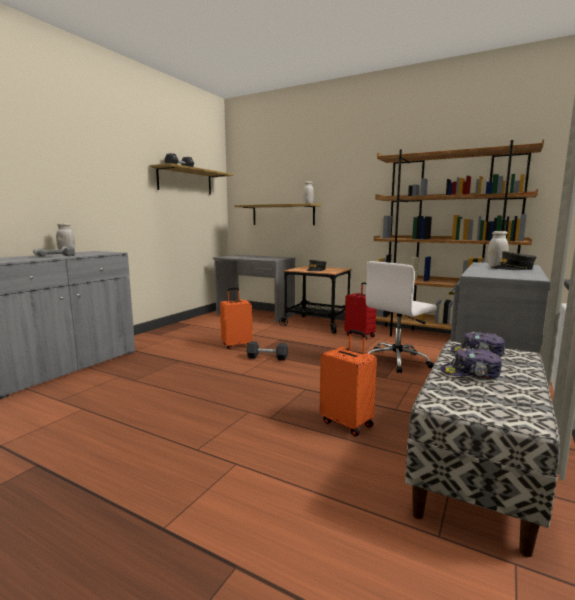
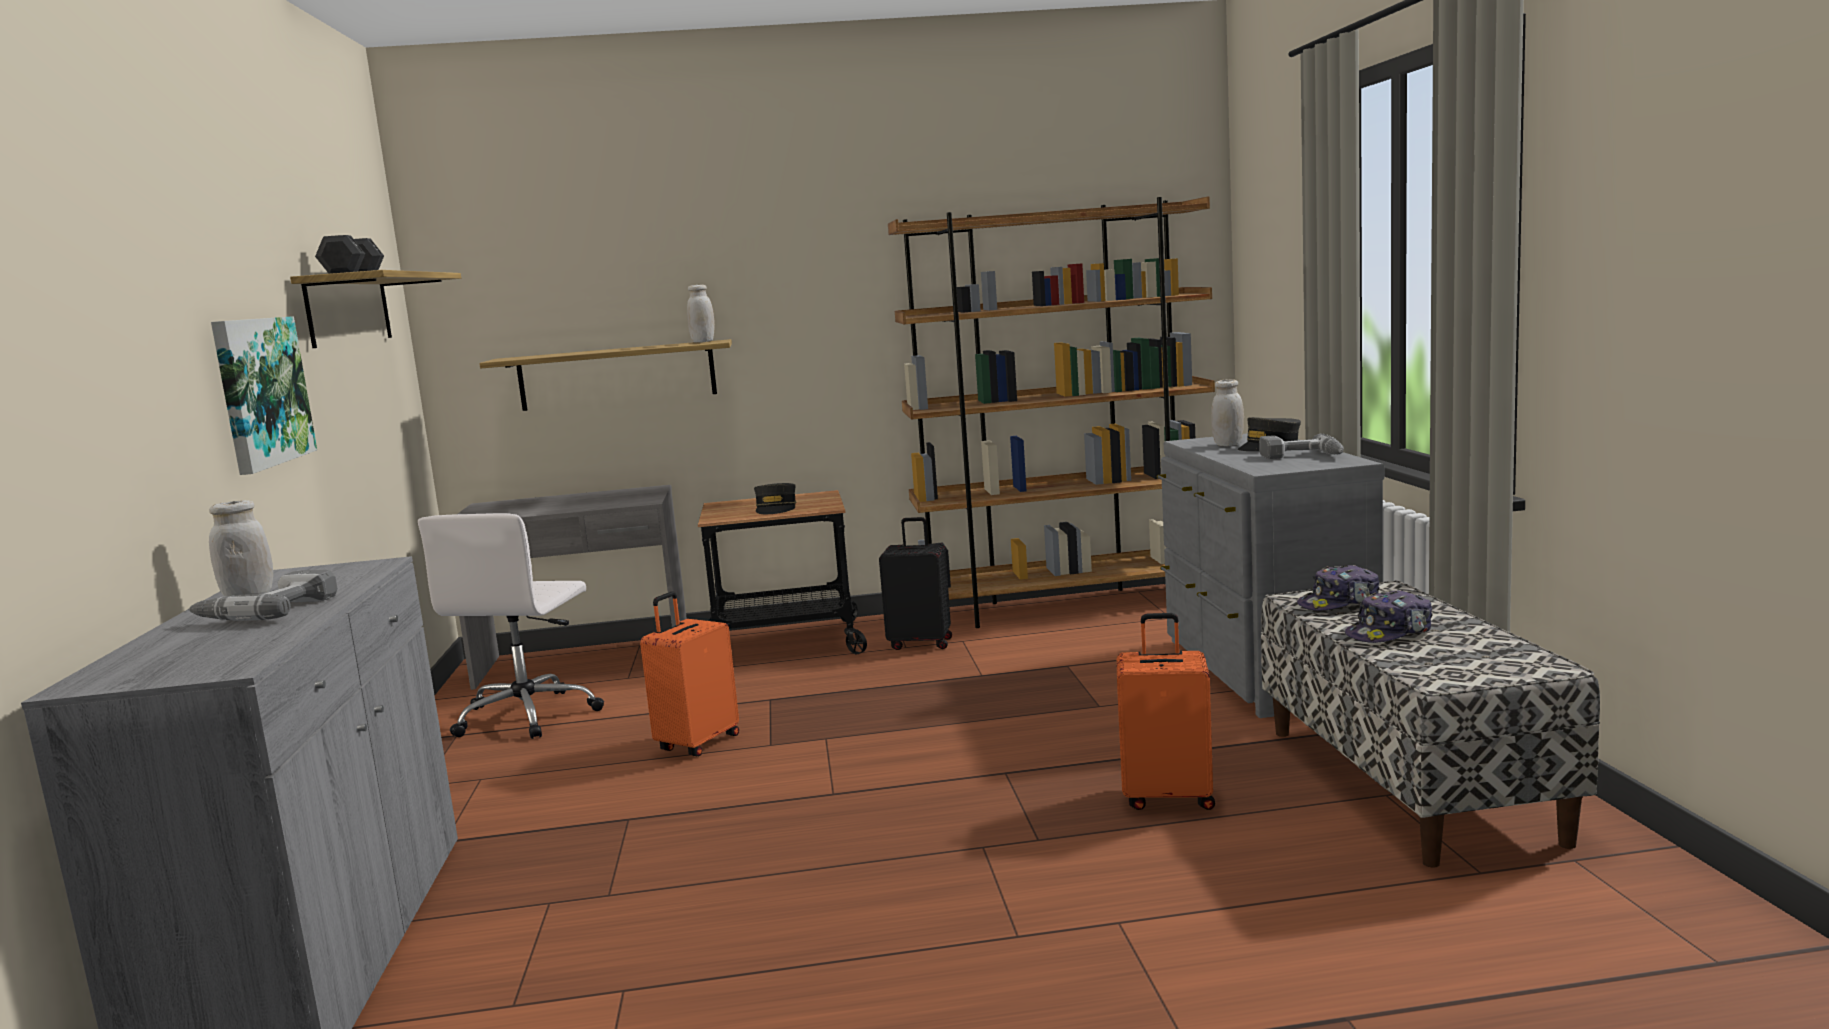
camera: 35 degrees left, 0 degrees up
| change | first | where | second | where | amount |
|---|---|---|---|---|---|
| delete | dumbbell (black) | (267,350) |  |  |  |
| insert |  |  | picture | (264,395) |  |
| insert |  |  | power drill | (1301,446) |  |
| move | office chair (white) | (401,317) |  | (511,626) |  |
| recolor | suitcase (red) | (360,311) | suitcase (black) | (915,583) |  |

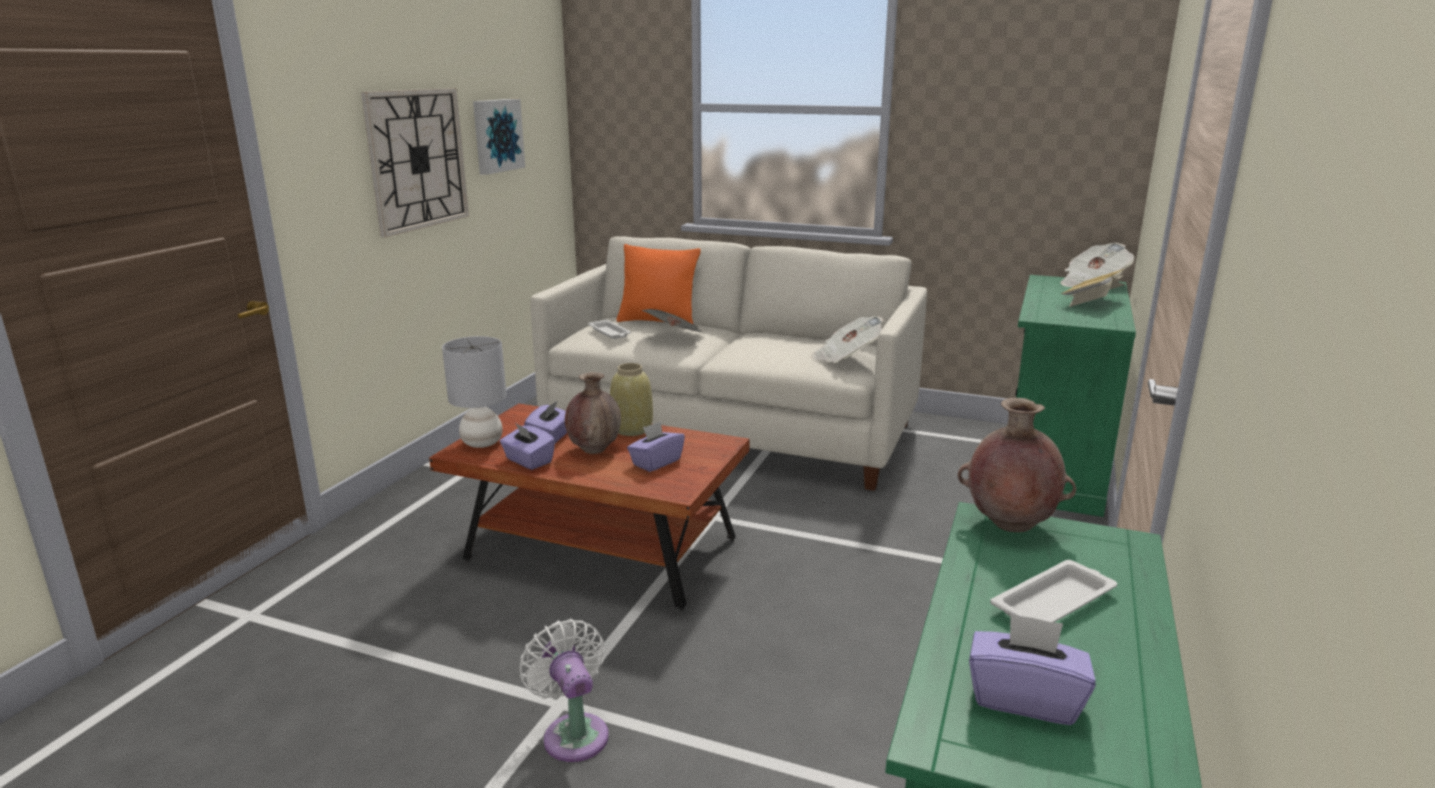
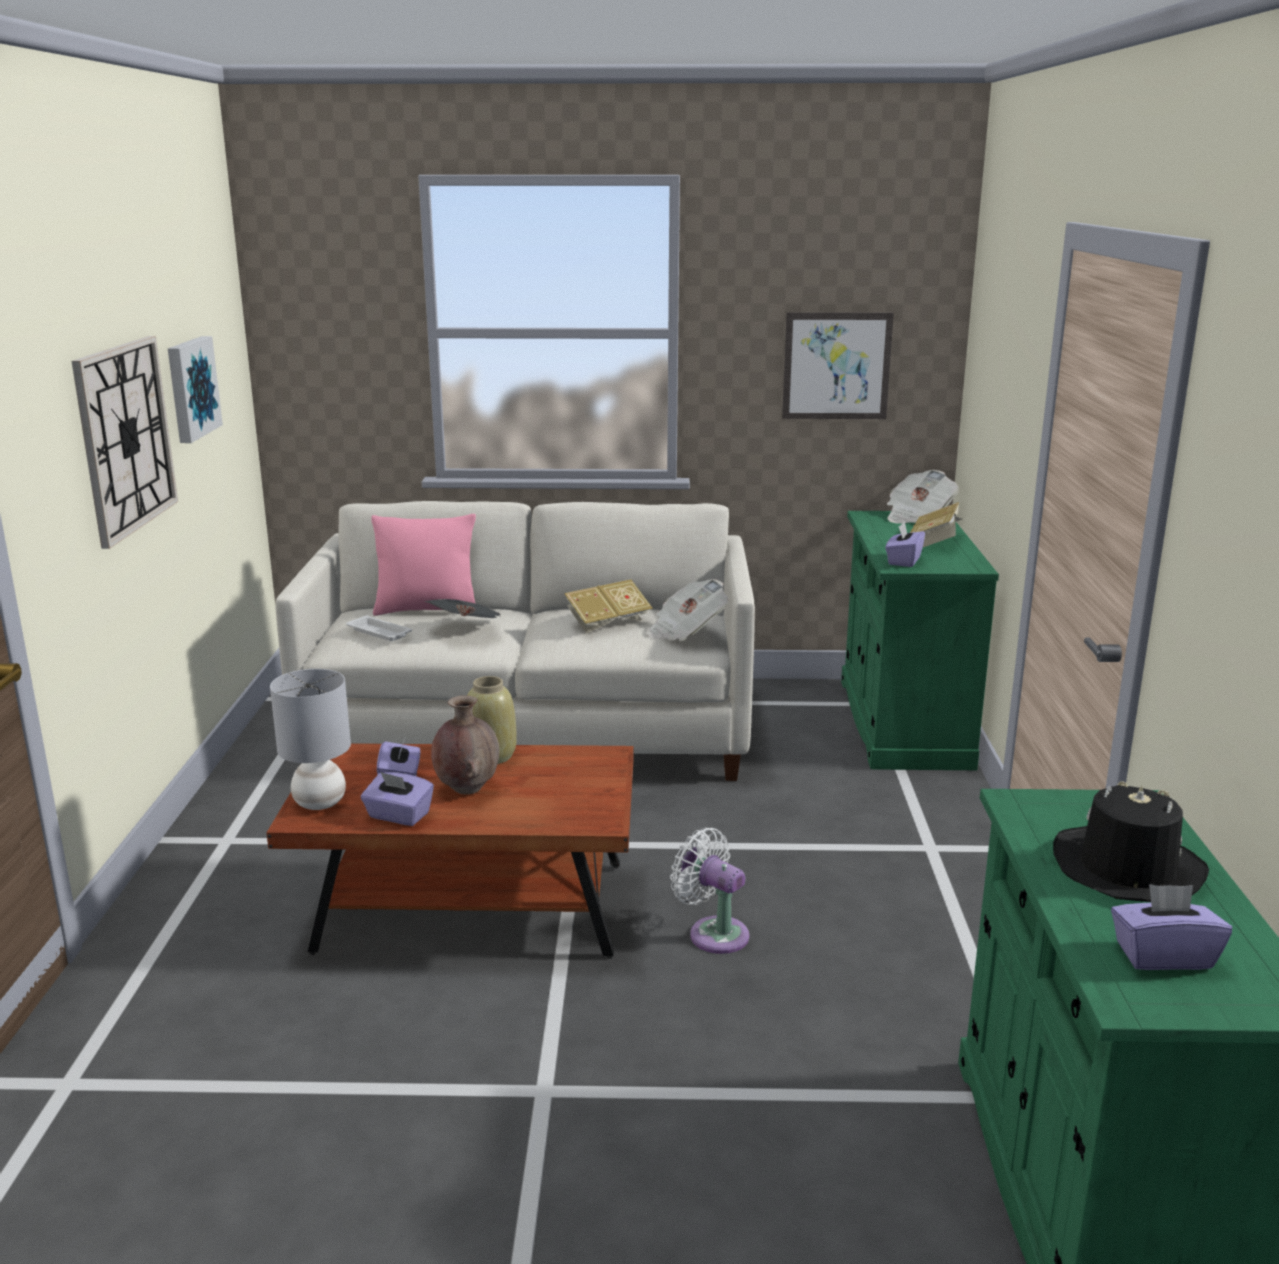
camera: 20 degrees left, 0 degrees up
| change | first | where | second | where | amount |
|---|---|---|---|---|---|
| delete | vase (brown) | (1017,465) |  |  |  |
| insert |  |  | book | (608,606) |  |
| insert |  |  | picture | (838,365) |  |
| move | fan (white) | (564,690) |  | (709,891) |  |
| move | tissue box (purple) | (656,446) |  | (905,544) |  |
| replace | tray (white) | (1053,591) | hat (black) | (1131,841) |  |
| recolor | pillow (orange) | (659,284) | pillow (pink) | (423,565) |  |

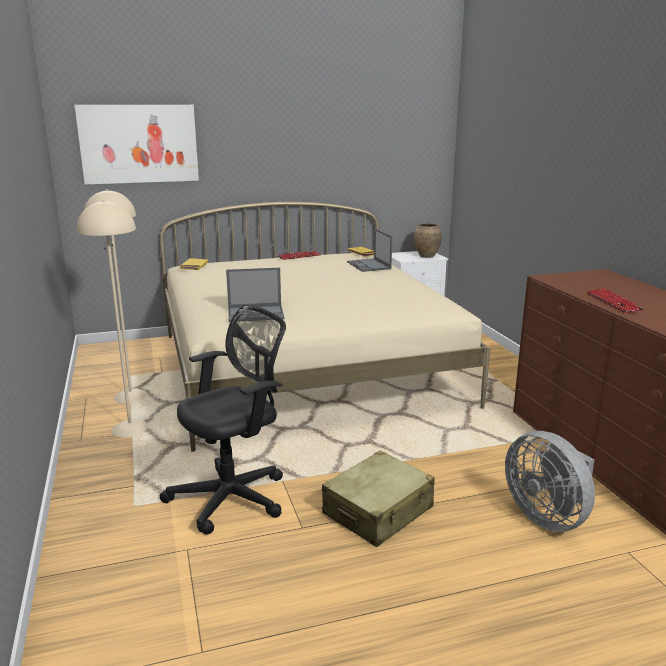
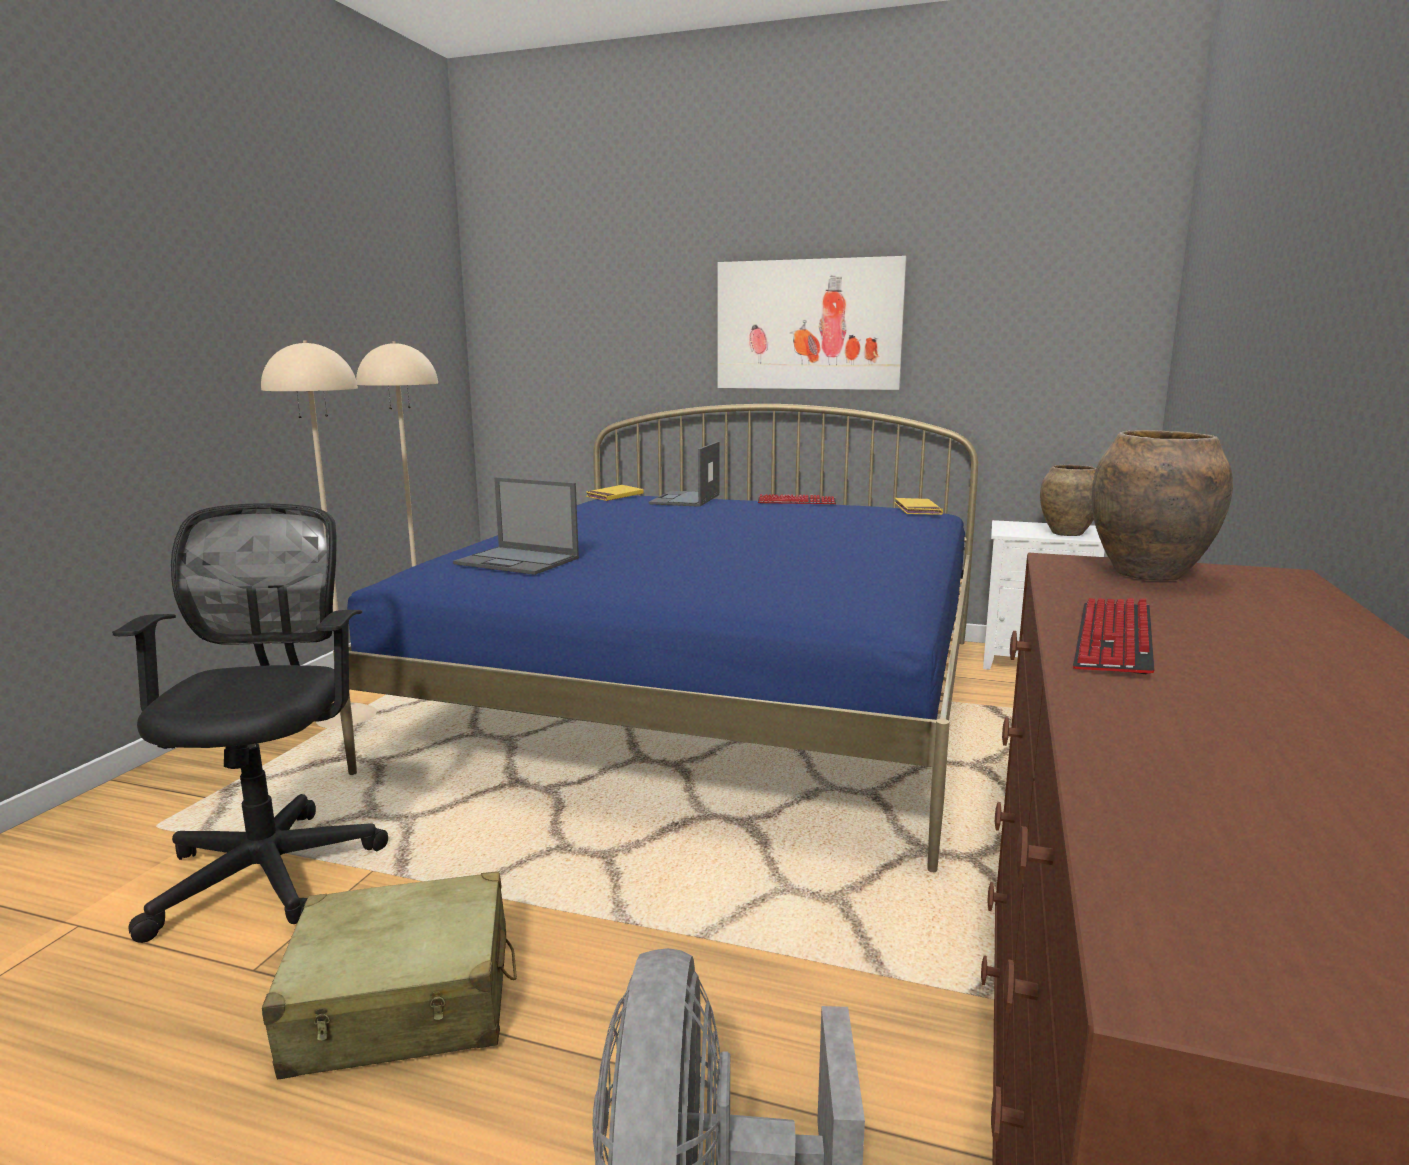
camera: 35 degrees right, 5 degrees down
| change | first | where | second | where | amount |
|---|---|---|---|---|---|
| insert |  |  | vase (brown) | (1162,505) |  |
| move | picture | (137,144) |  | (812,323) |  |
| move | laptop | (369,250) |  | (684,474) |  |
| recolor | bed (beige) | (325,327) | bed (blue) | (655,638) |  |
| rotate | office chair (black) | (223,419) |  | (250,723) | 90 degrees counterclockwise |

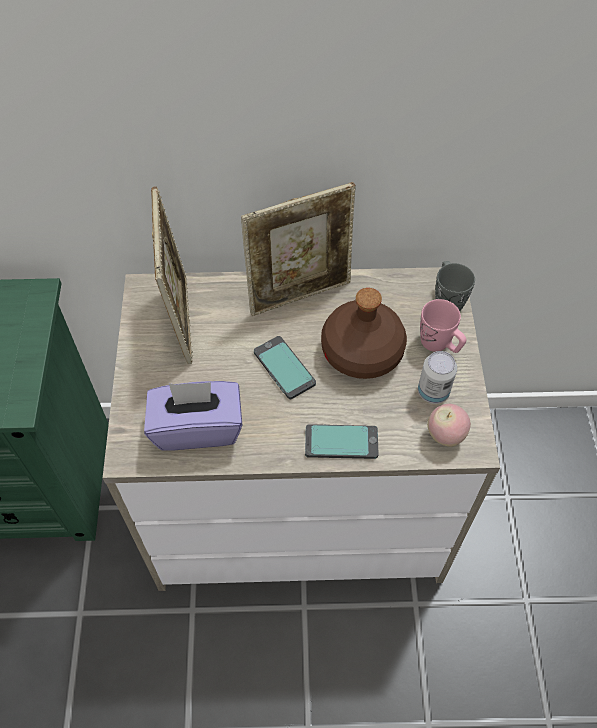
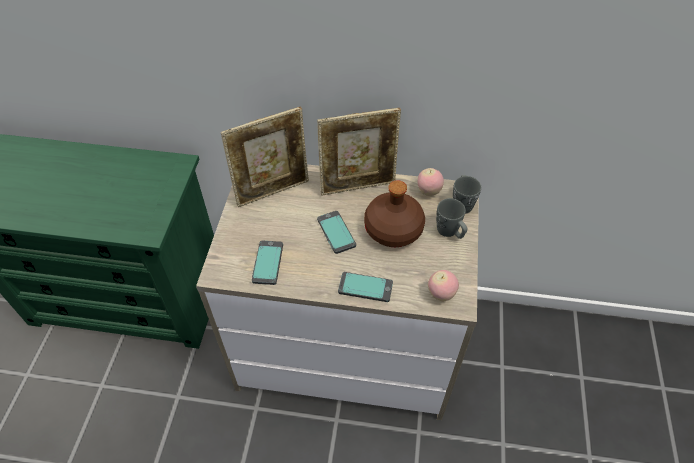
camera: 10 degrees right, 5 degrees down
| change | first | where | second | where | amount |
|---|---|---|---|---|---|
| delete | can | (437,377) |  |  |  |
| insert |  |  | apple | (431,182) |  |
| replace | tissue box (purple) | (193,415) | phone | (267,263) |  |
| recolor | mug (pink) | (443,326) | mug (grey) | (451,218) |  |
| rotate | picture frame | (172,275) |  | (265,157) | 60 degrees clockwise |

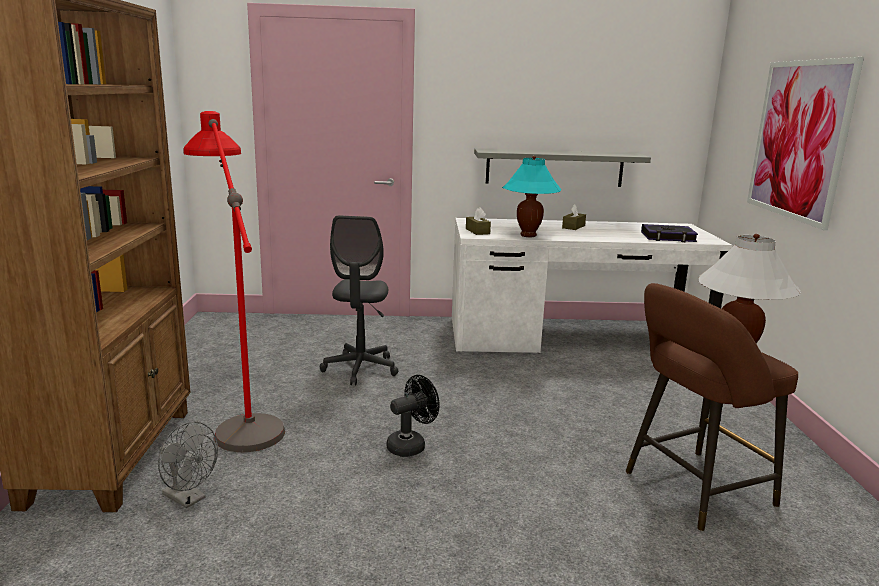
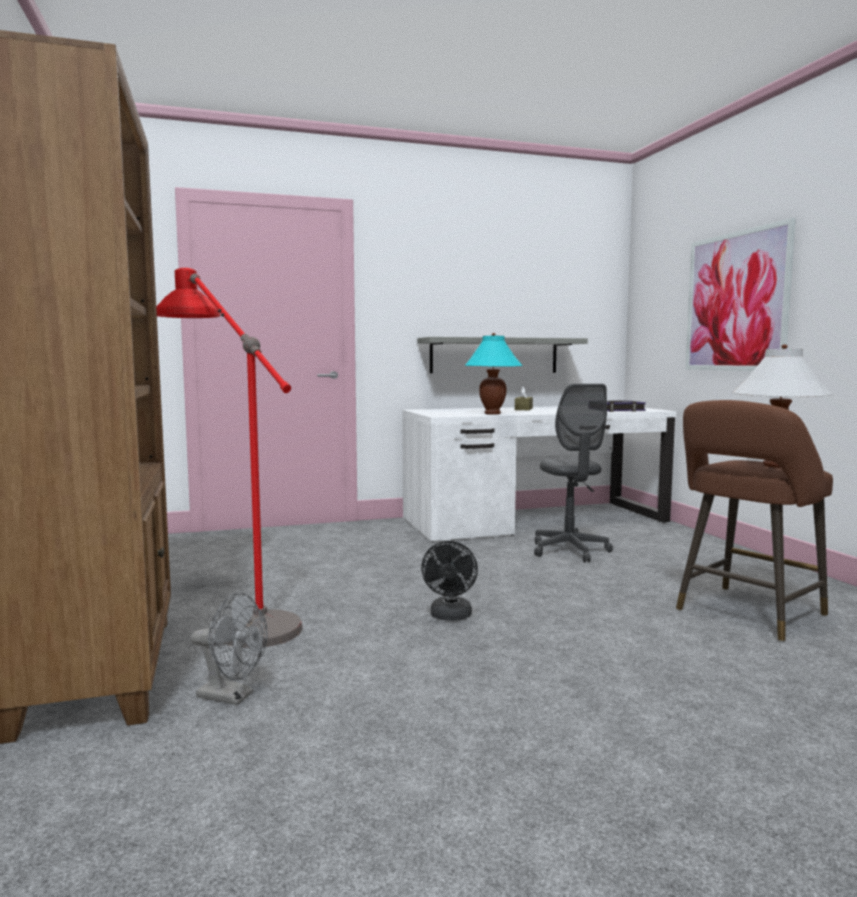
camera: 15 degrees left, 10 degrees down
| change | first | where | second | where | amount |
|---|---|---|---|---|---|
| delete | tissue box (brown) | (478,221) |  |  |  |
| move | office chair (grey) | (359,300) |  | (573,473) |  |
| rotate | fan (black) | (413,416) |  | (449,581) | 150 degrees clockwise |

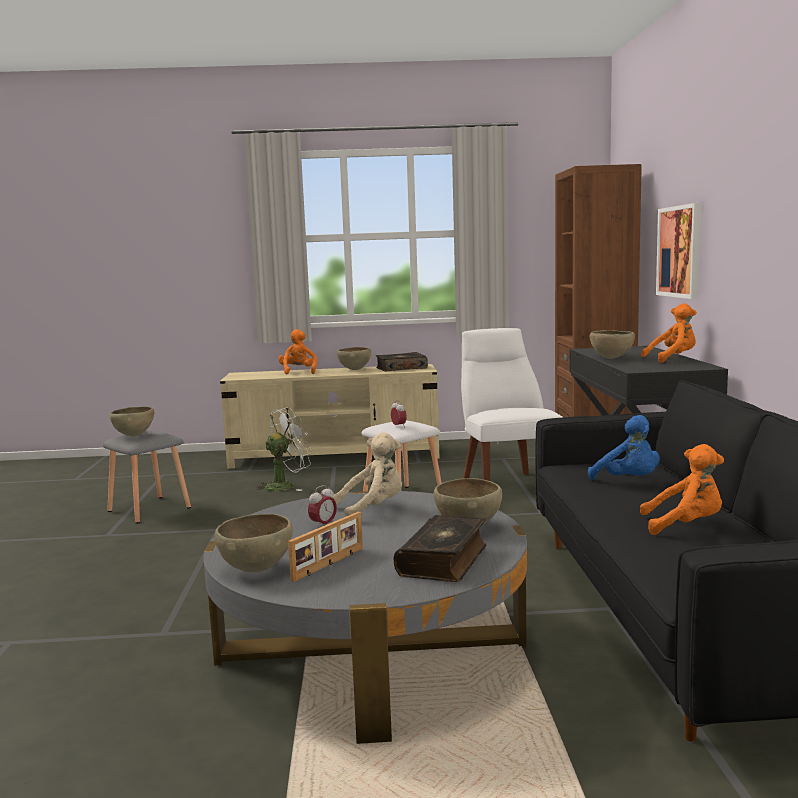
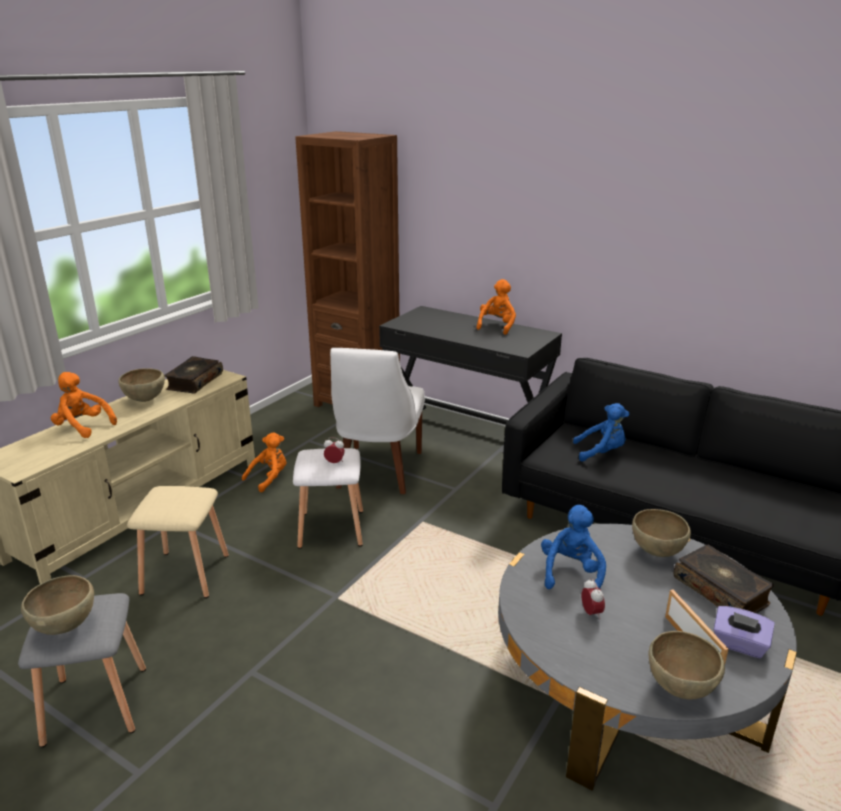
camera: 55 degrees left, 15 degrees up
| change | first | where | second | where | amount |
|---|---|---|---|---|---|
| delete | bowl (brown) | (612,344) |  |  |  |
| delete | picture | (678,251) |  |  |  |
| insert |  |  | tissue box (purple) | (744,632) |  |
| move | plush toy (orange) | (682,489) |  | (264,462) |  |
| replace | fan (white) | (283,449) | stool (beige) | (178,542) |  |
| recolor | plush toy (beige) | (366,474) | plush toy (blue) | (573,547) |  |
| rotate | chair (white) | (512,404) |  | (377,421) | 105 degrees counterclockwise |

